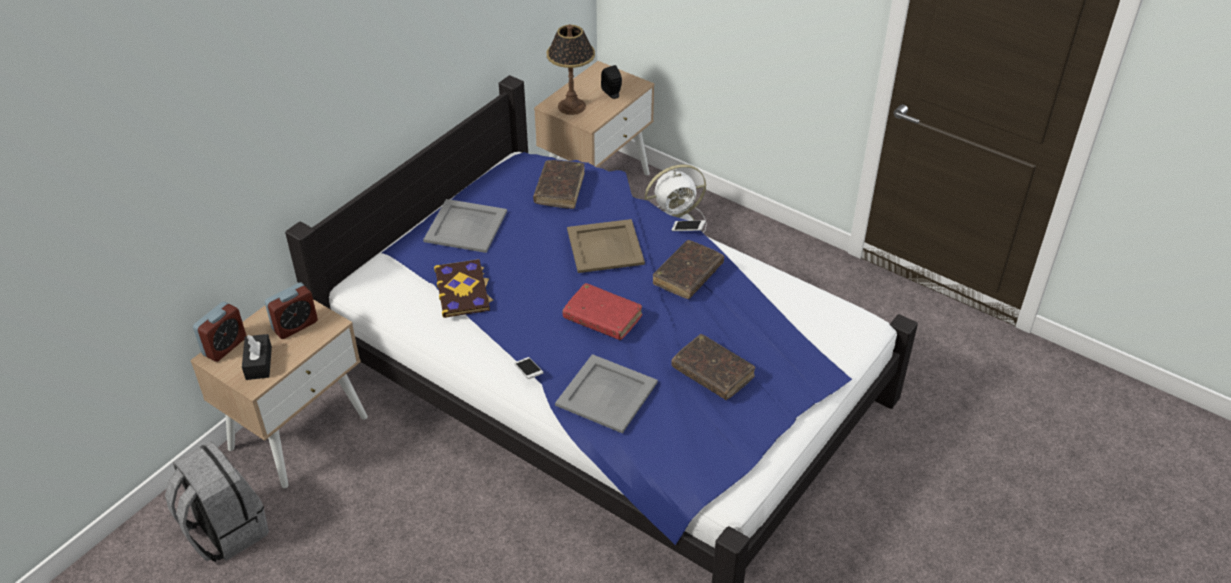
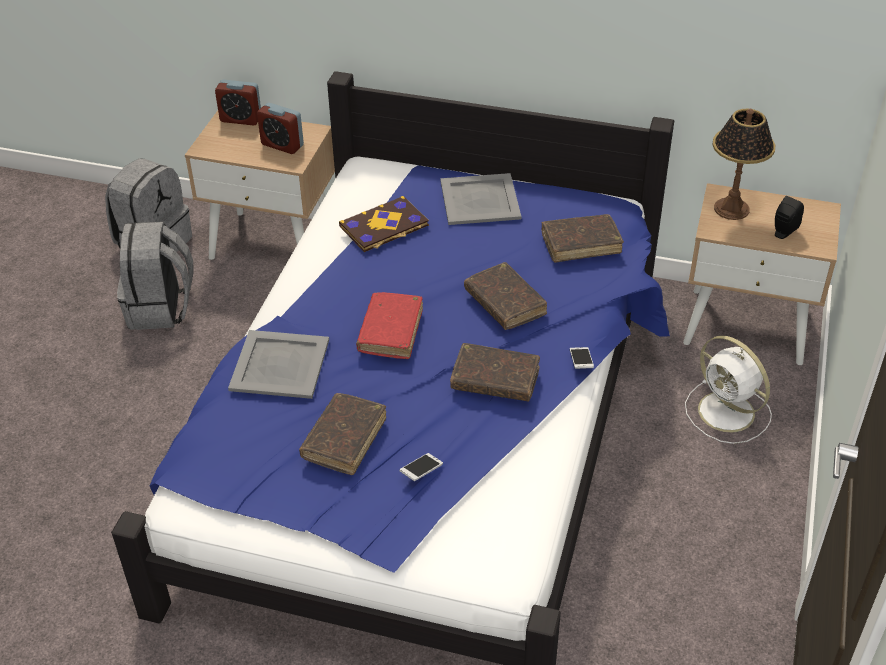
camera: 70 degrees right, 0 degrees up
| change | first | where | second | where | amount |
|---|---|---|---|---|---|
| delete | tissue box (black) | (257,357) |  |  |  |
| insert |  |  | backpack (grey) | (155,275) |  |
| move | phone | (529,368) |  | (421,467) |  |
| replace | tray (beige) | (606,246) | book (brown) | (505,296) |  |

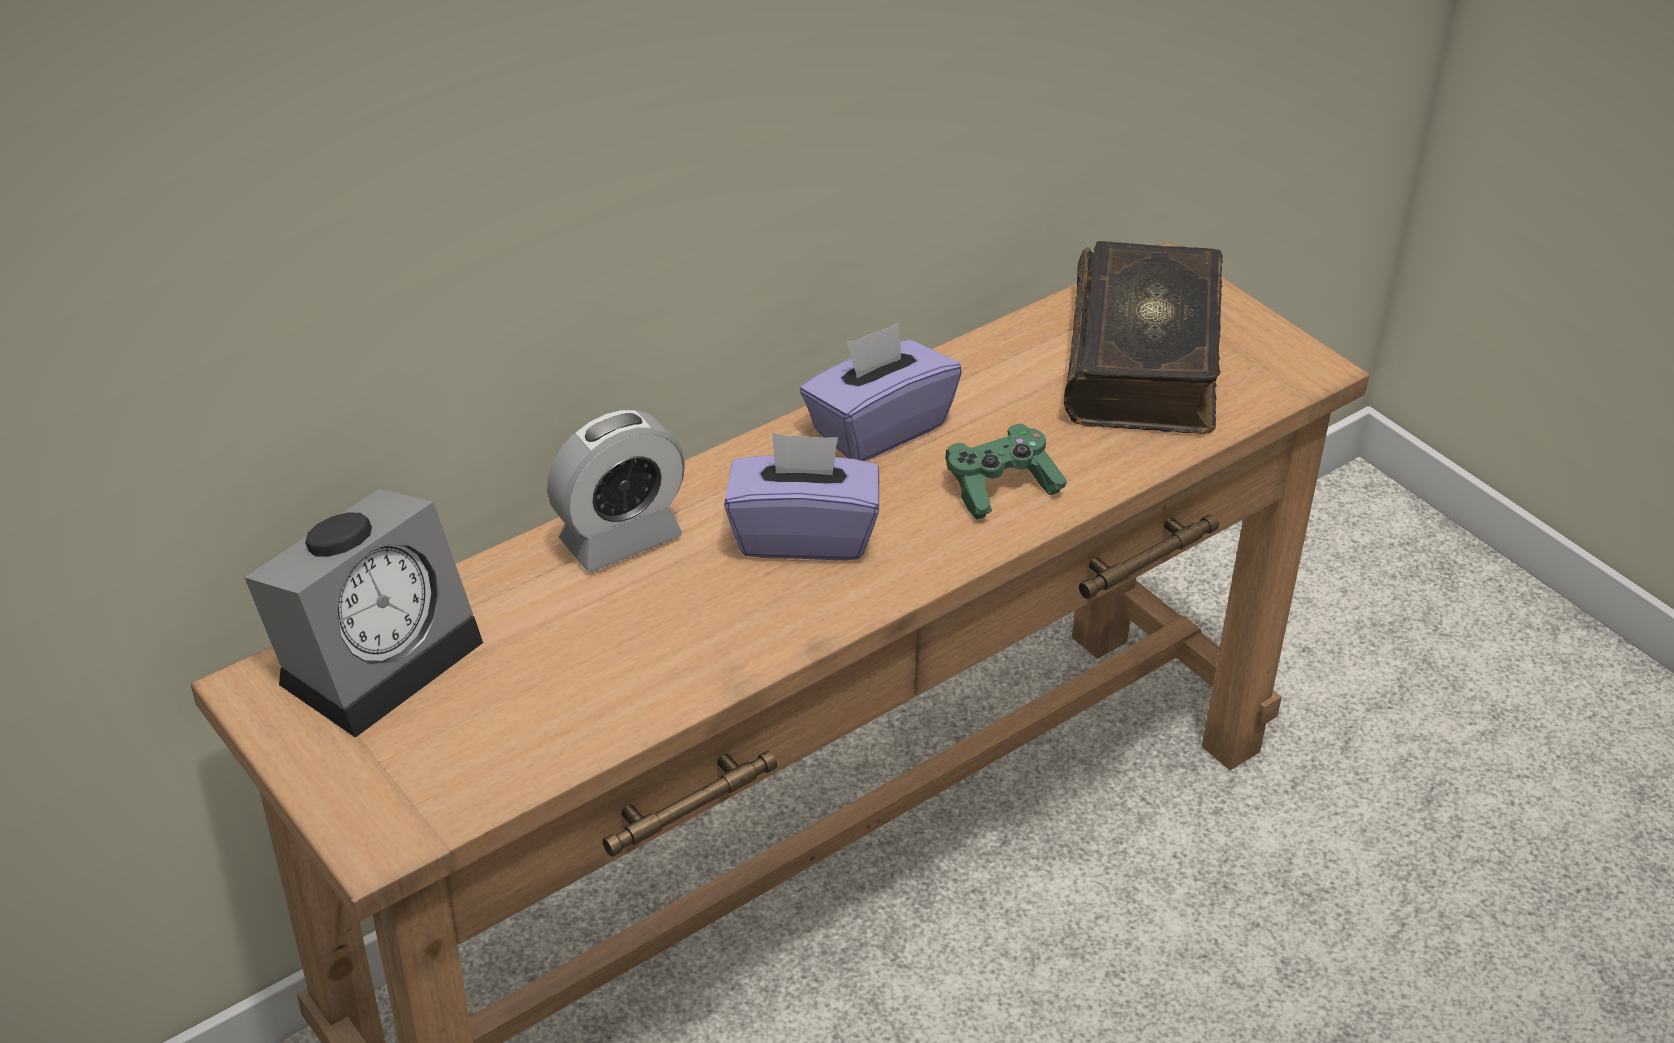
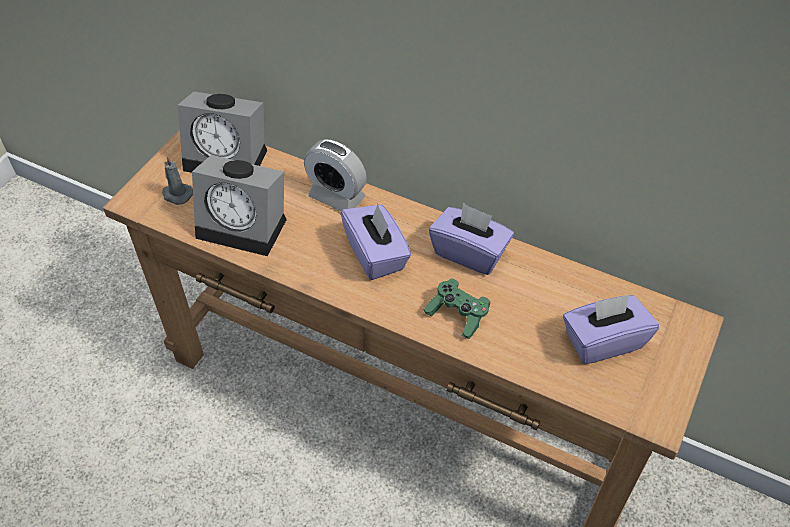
camera: 65 degrees right, 10 degrees up
| change | first | where | second | where | amount |
|---|---|---|---|---|---|
| insert |  |  | candle (grey) | (177,180) |  |
| insert |  |  | alarm clock | (239,205) |  |
| replace | book | (1143,337) | tissue box (purple) | (611,329) |  |

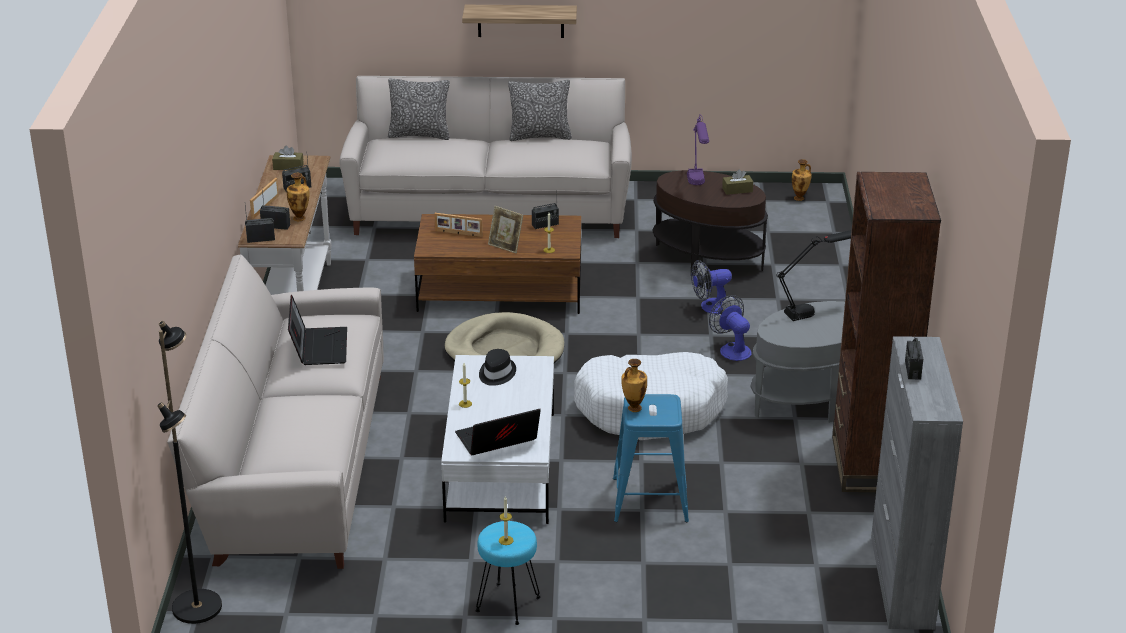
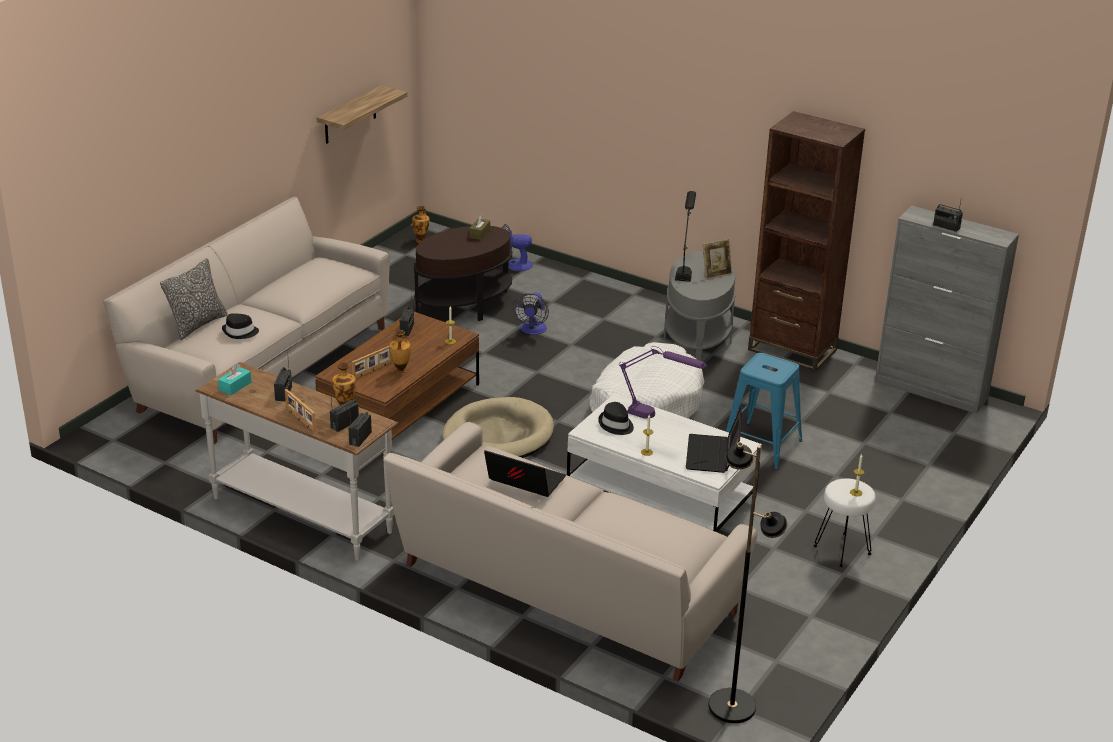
camera: 60 degrees left, 0 degrees up
| change | first | where | second | where | amount |
|---|---|---|---|---|---|
| delete | pillow | (540,110) |  |  |  |
| insert |  |  | hat (black) | (240,326) |  |
| move | shelf | (519,21) |  | (362,114) |  |
| move | picture frame | (505,229) |  | (717,259) |  |
| move | vase | (634,385) |  | (400,352) |  |
| move | table lamp (purple) | (698,149) |  | (663,382) |  |
| move | fan | (730,328) |  | (517,247) |  |
| recolor | tissue box (brown) | (288,157) | tissue box (turquoise) | (234,379) |  |
| recolor | stool (turquoise) | (508,573) | stool (white) | (845,523) |  |

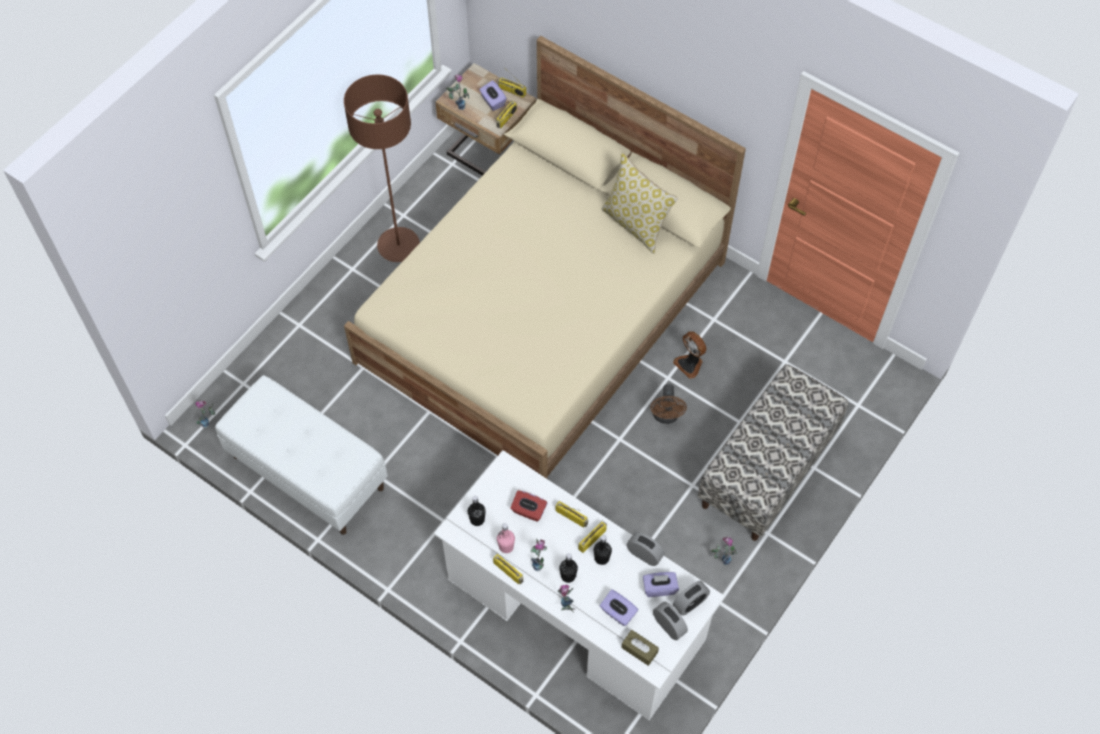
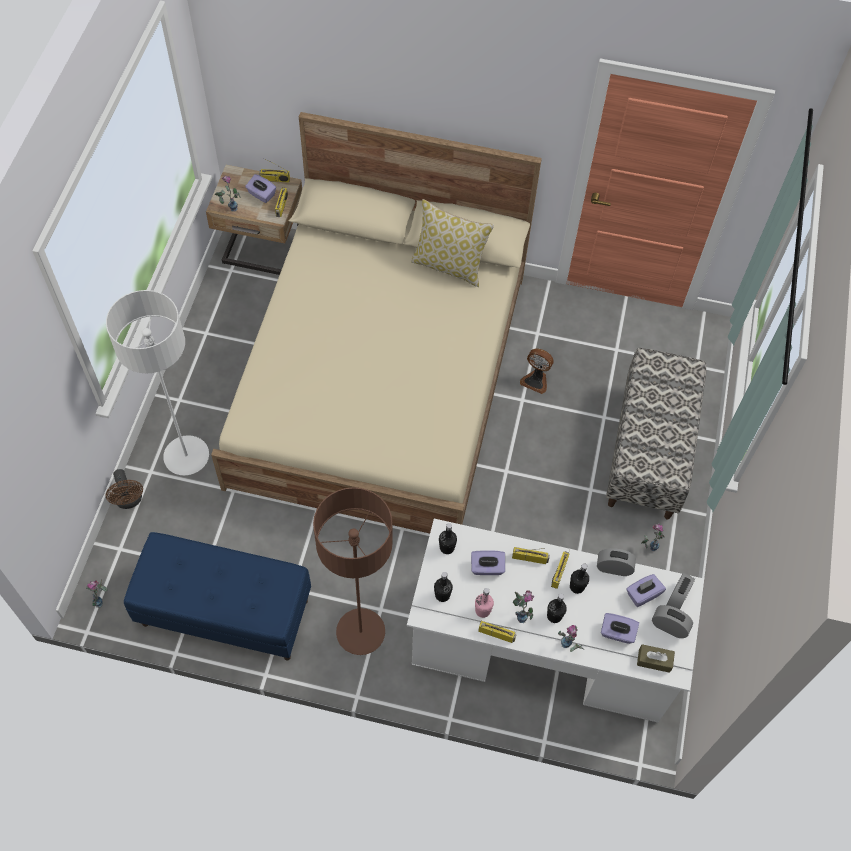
camera: 25 degrees left, 0 degrees up
| change | first | where | second | where | amount |
|---|---|---|---|---|---|
| insert |  |  | floor lamp (white) | (157,383) |  |
| insert |  |  | bottle (black) | (448,538) |  |
| move | floor lamp (brown) | (382,168) |  | (353,571) |  |
| move | fan (brown) | (668,404) |  | (124,489) |  |
| recolor | bench (white) | (301,455) | bench (blue) | (217,596) |  |
| recolor | tissue box (red) | (528,506) | tissue box (purple) | (488,562) |  |

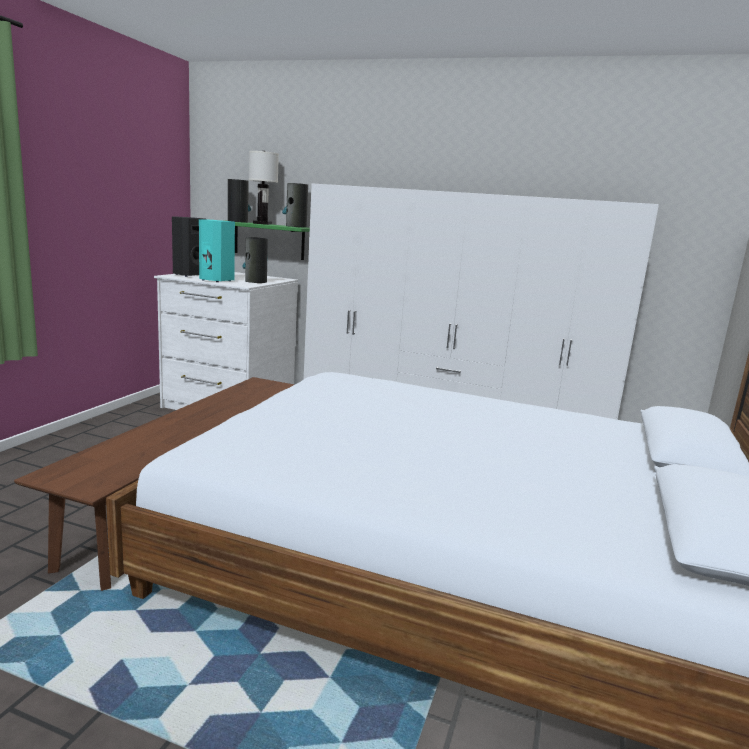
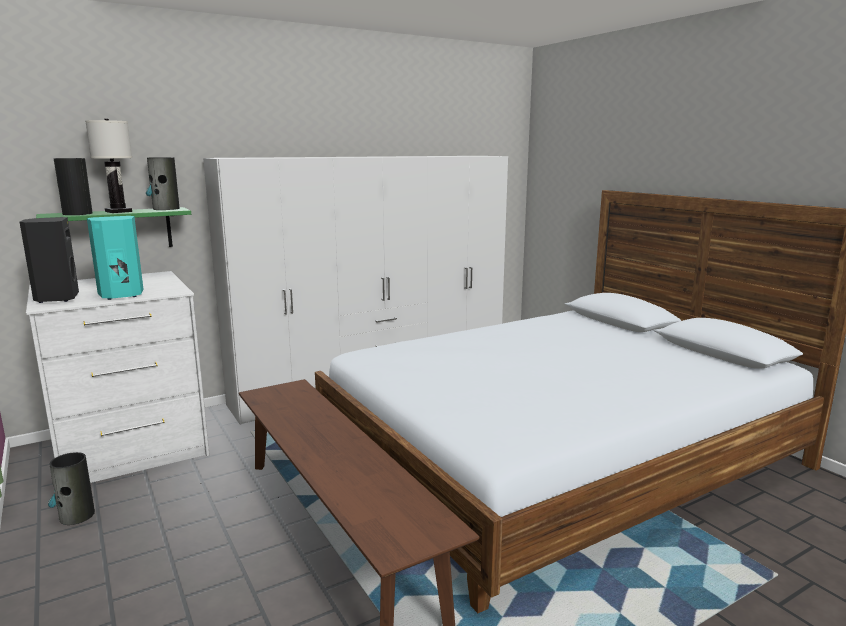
camera: 50 degrees left, 0 degrees up
| change | first | where | second | where | amount |
|---|---|---|---|---|---|
| move | vase | (255,260) |  | (71,488) |  |

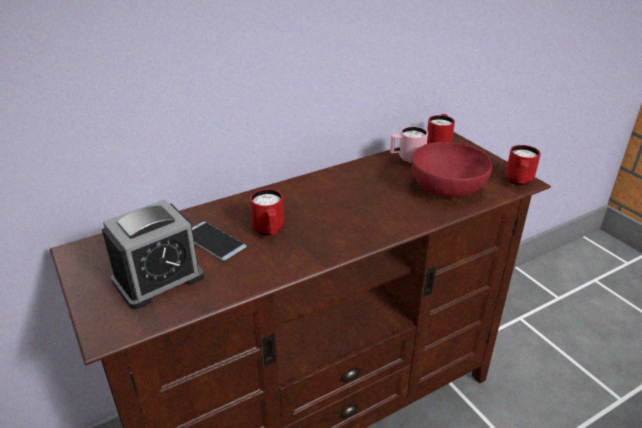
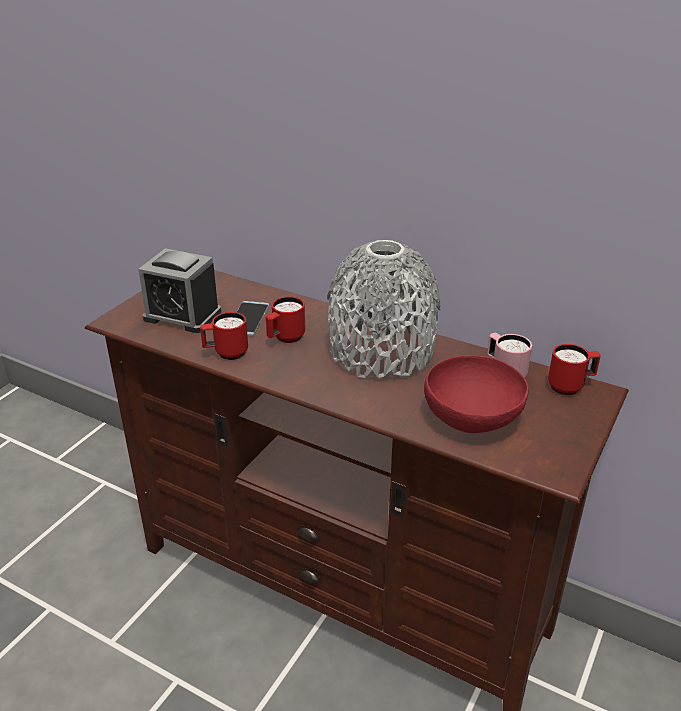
camera: 60 degrees right, 0 degrees up
| change | first | where | second | where | amount |
|---|---|---|---|---|---|
| insert |  |  | vase (grey) | (384,309) |  |
| move | mug (red) | (523,165) |  | (224,336) |  |

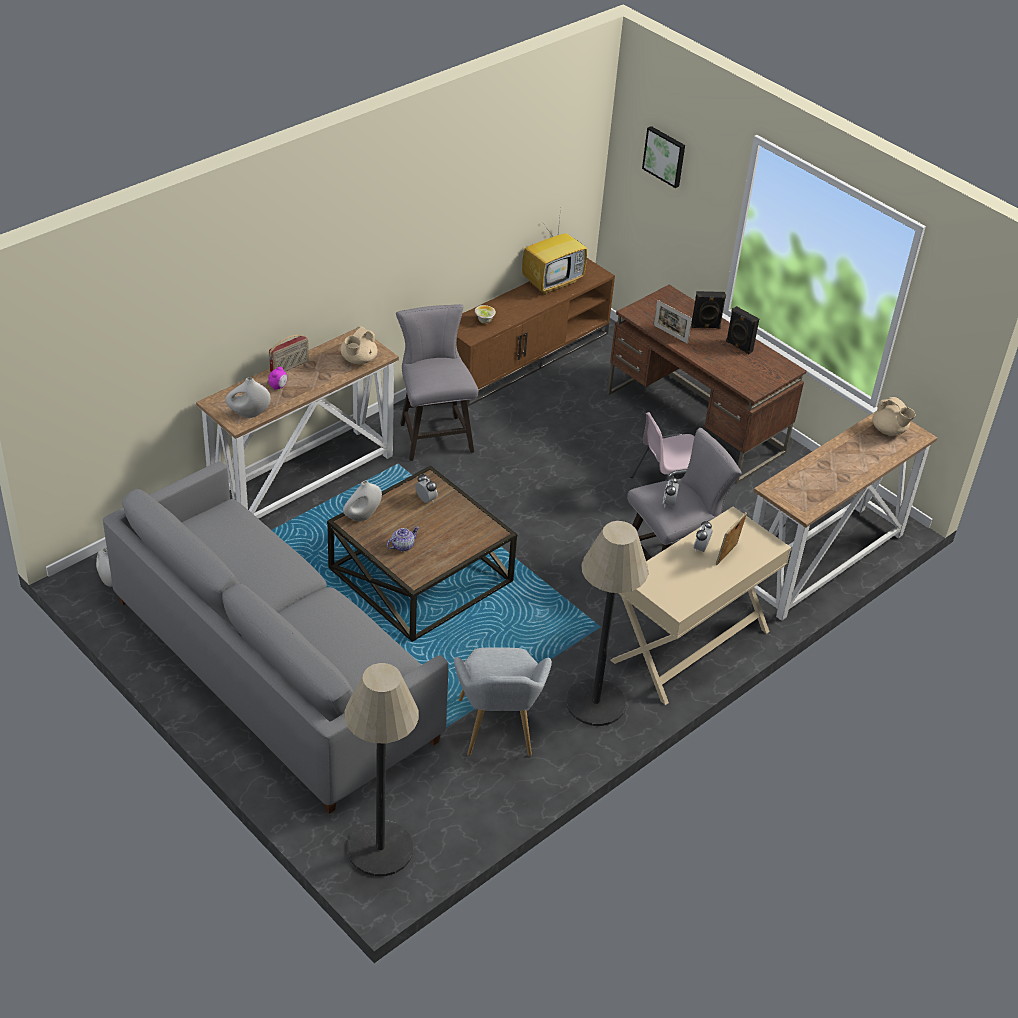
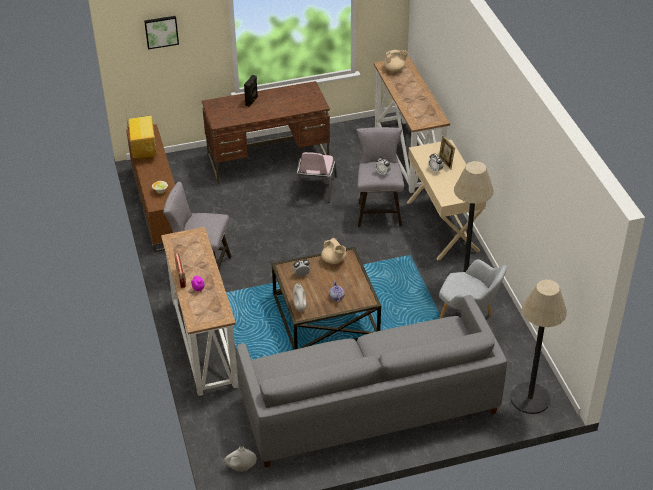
camera: 60 degrees left, 0 degrees up
| change | first | where | second | where | amount |
|---|---|---|---|---|---|
| delete | vase (white) | (248,397) |  |  |  |
| delete | picture frame | (673,322) |  |  |  |
| delete | speaker (black) | (742,330) |  |  |  |
| move | teapot (beige) | (359,345) |  | (333,251) |  |

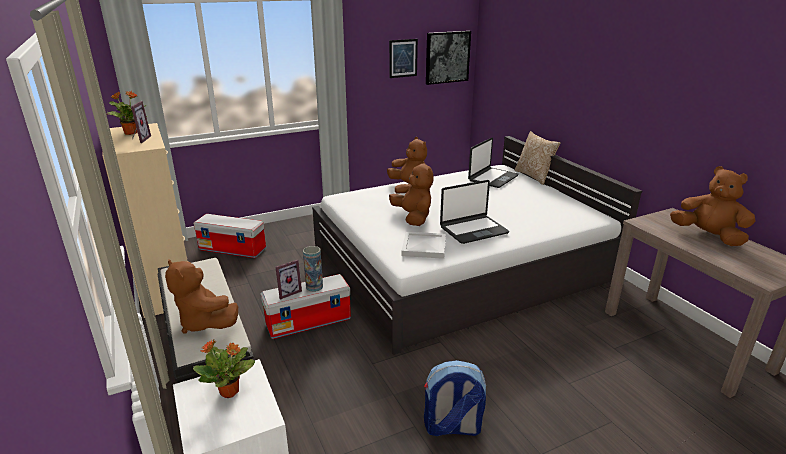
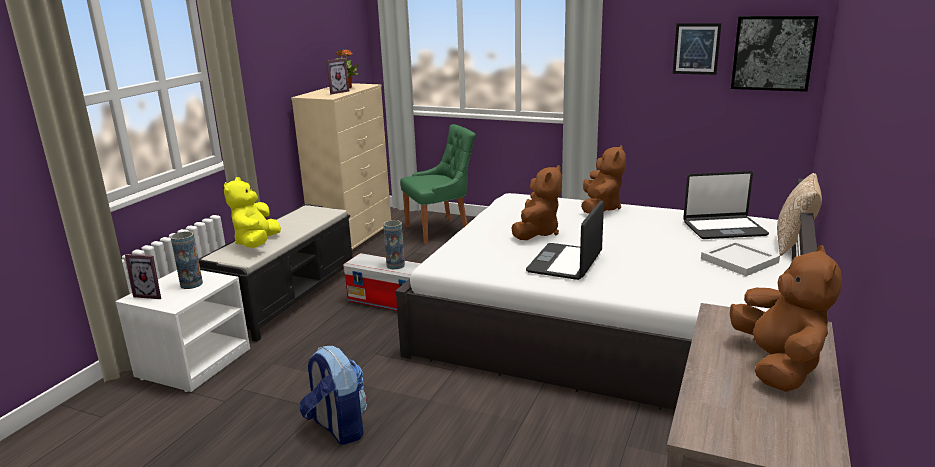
camera: 50 degrees right, 5 degrees down
| change | first | where | second | where | amount |
|---|---|---|---|---|---|
| move | picture frame | (288,280) |  | (143,276) |  |
| move | tray (white) | (424,245) |  | (740,258) |  |
| replace | storage box | (229,236) | chair (green) | (438,184) |  |
| replace | potted plant | (224,369) | vase | (187,260) |  |
| recolor | plush toy (brown) | (201,296) | plush toy (yellow) | (252,212) |  |
| rotate | laptop | (474,212) |  | (565,240) | 90 degrees clockwise |

